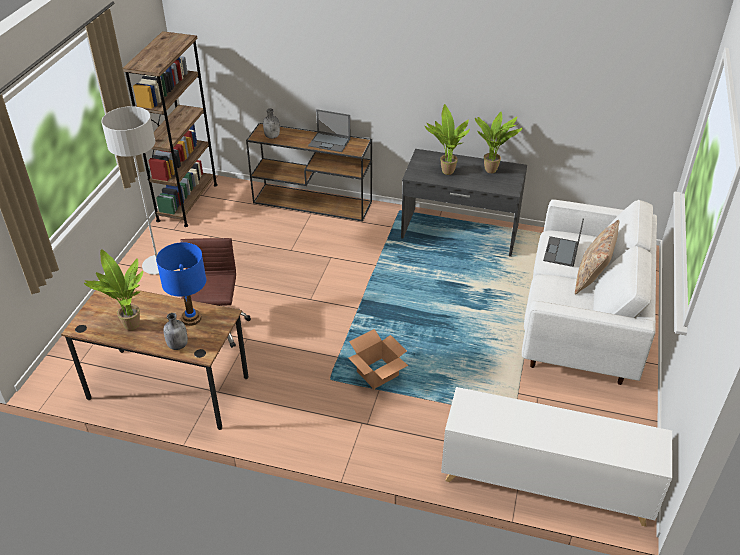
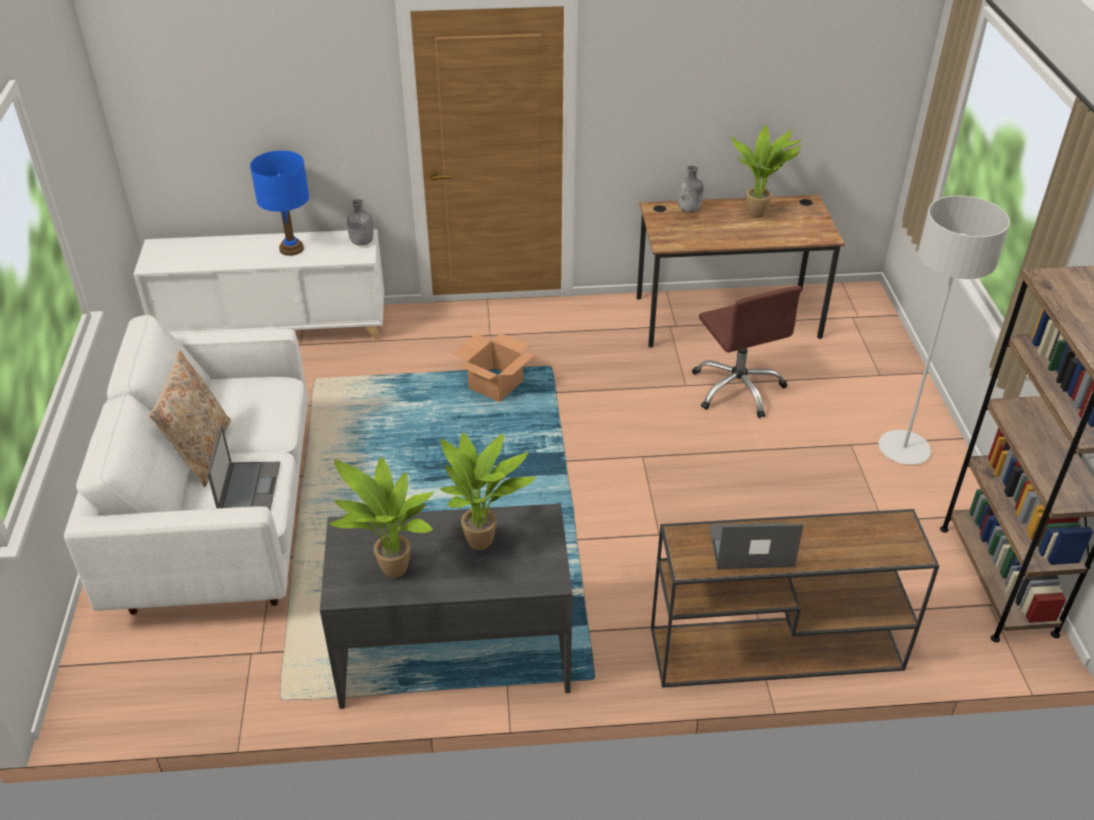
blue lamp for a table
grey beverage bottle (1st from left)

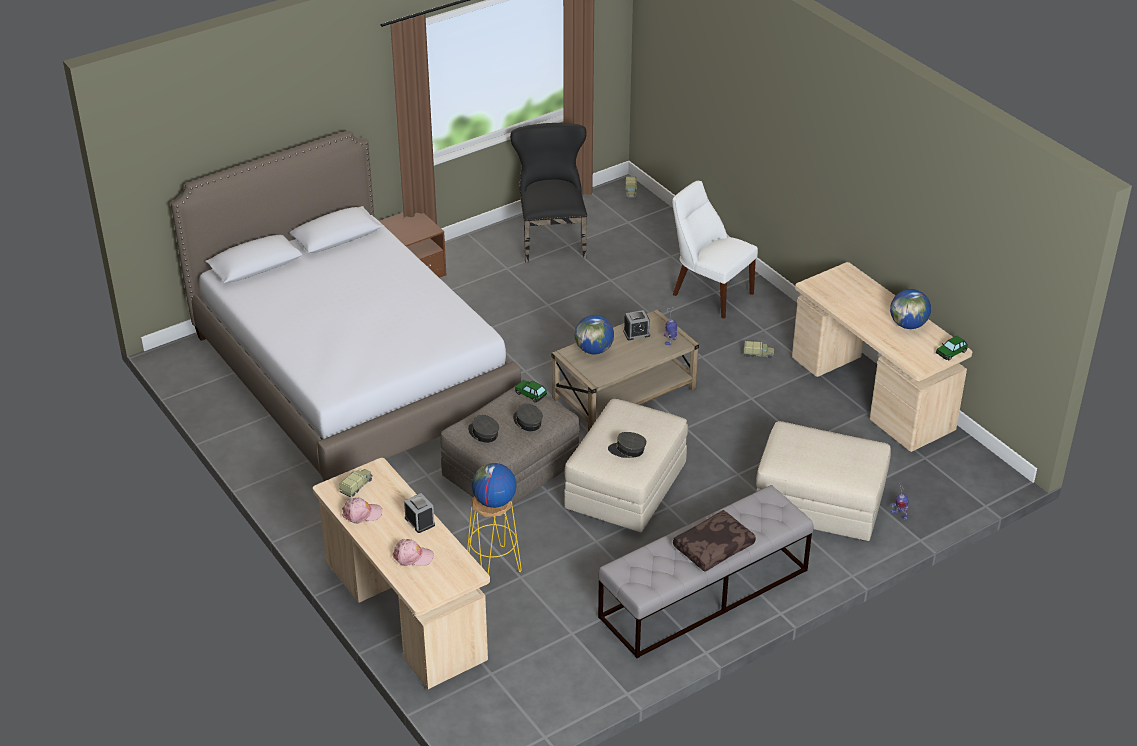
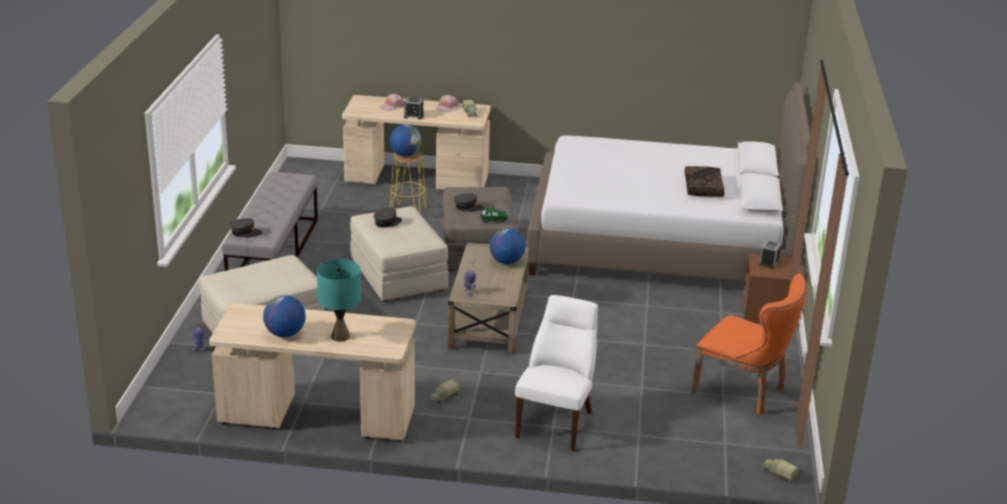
grey cap (1st from left)
orange-coloured chair
table clock (2nd from left)
white-coloured chair
brown cushion
model car (2nd from left in the first image)
blue-green lamp for a table

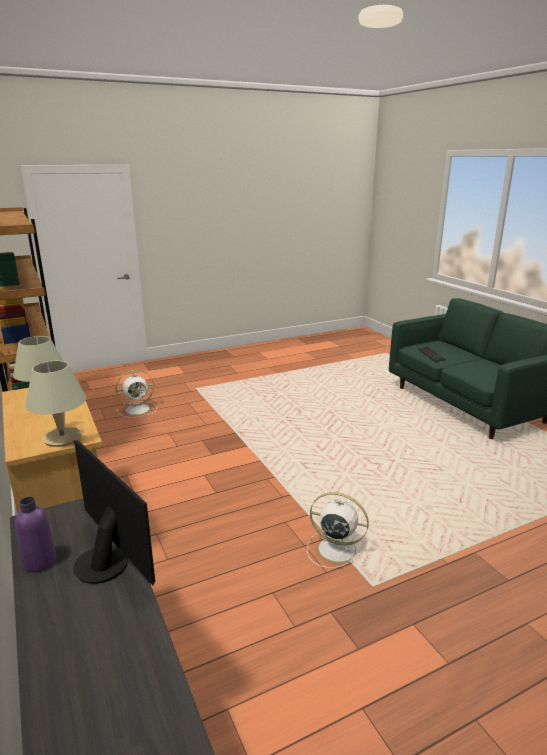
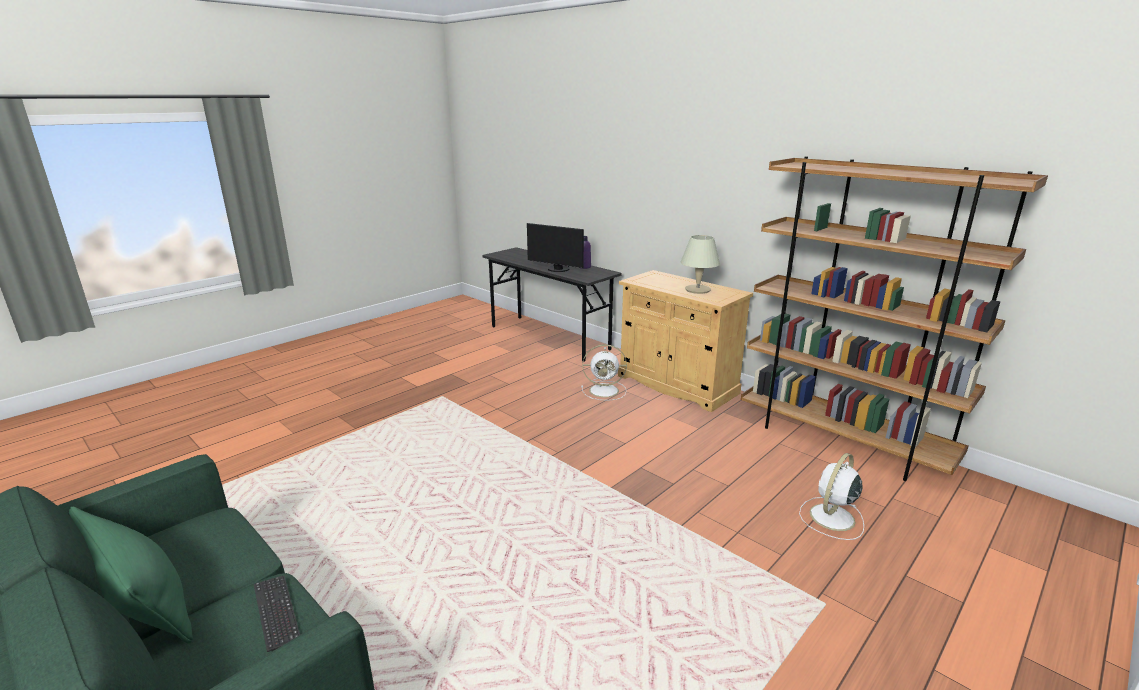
beige lamp for a table (2nd from left in the first image)
white-coloured fan (1st from left)
green cushion

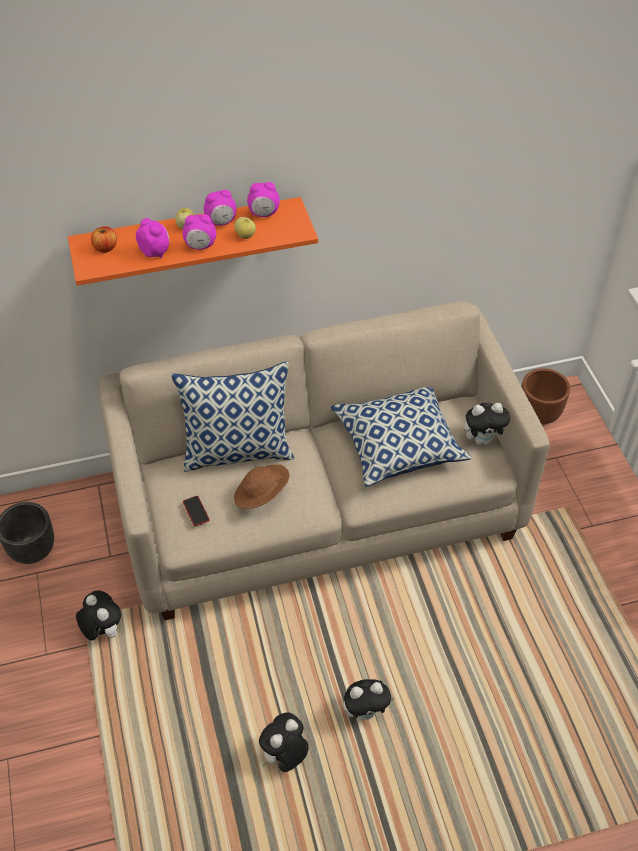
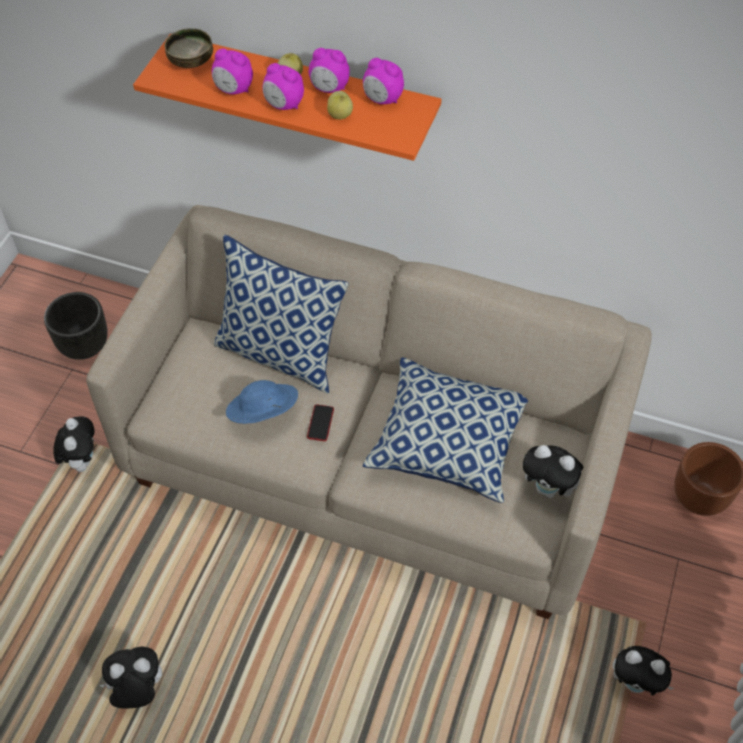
bowl
table clock (1st from left)
handset
blue wearable hat
plush toy (4th from left)

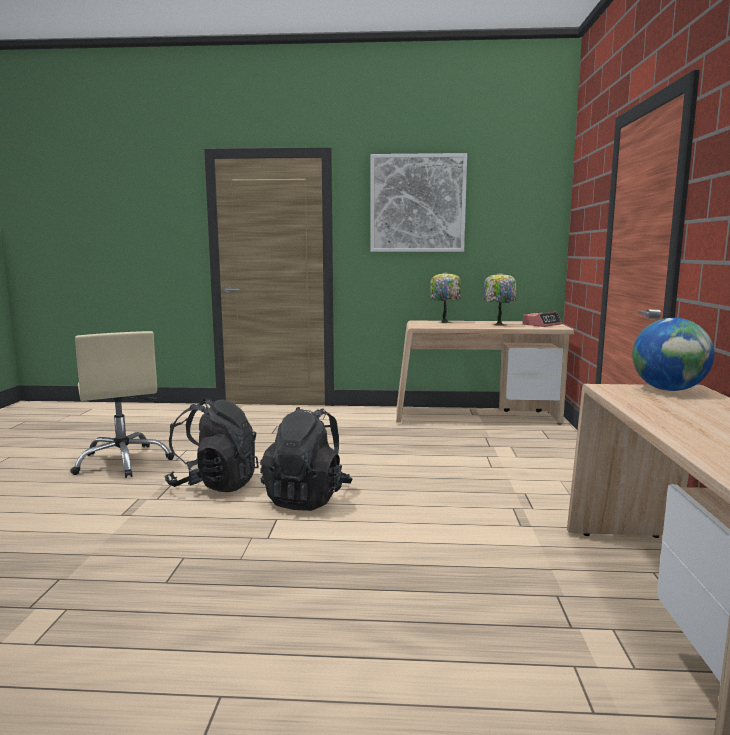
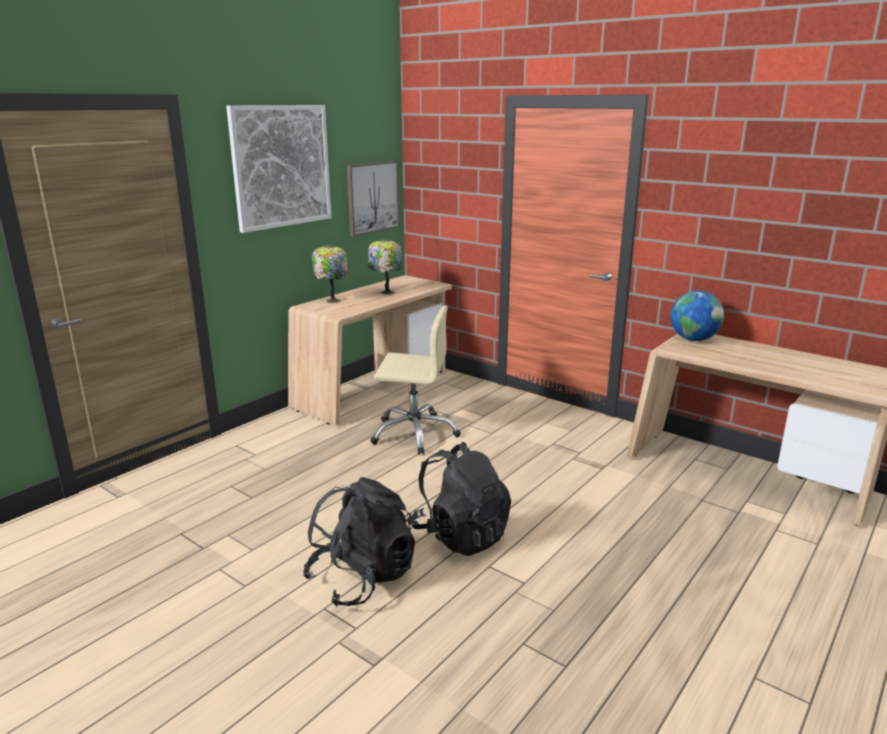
beige desk chair
table clock
wall picture (2nd from left)

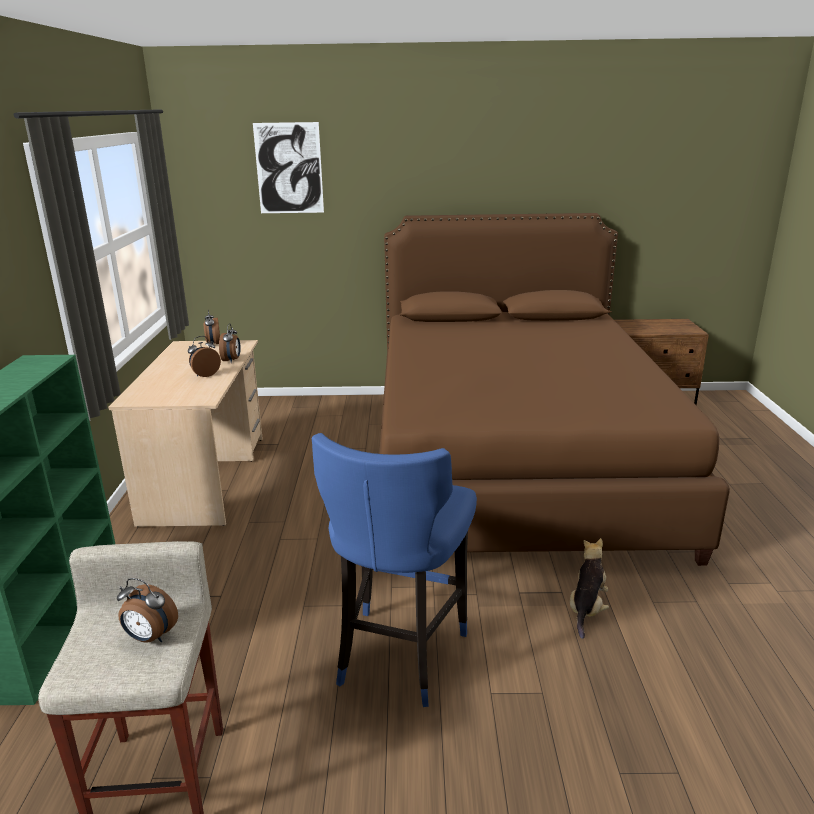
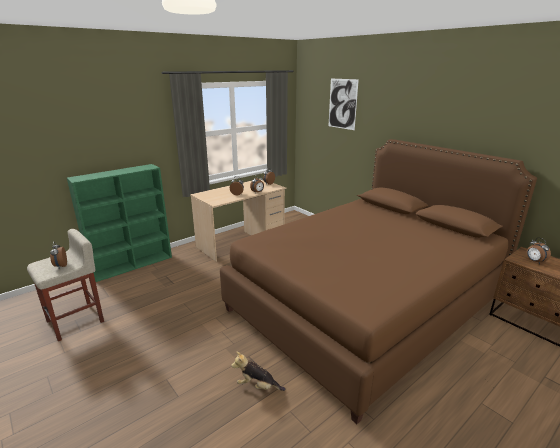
blue stool seat
plush toy
table clock (5th from left)

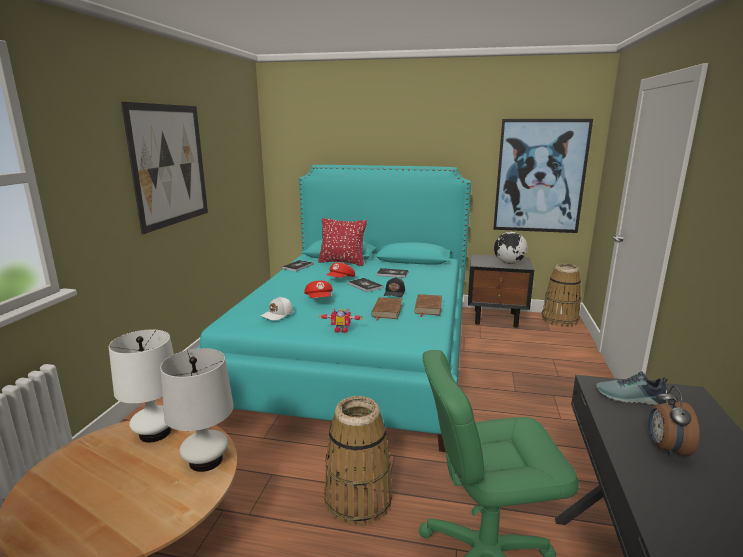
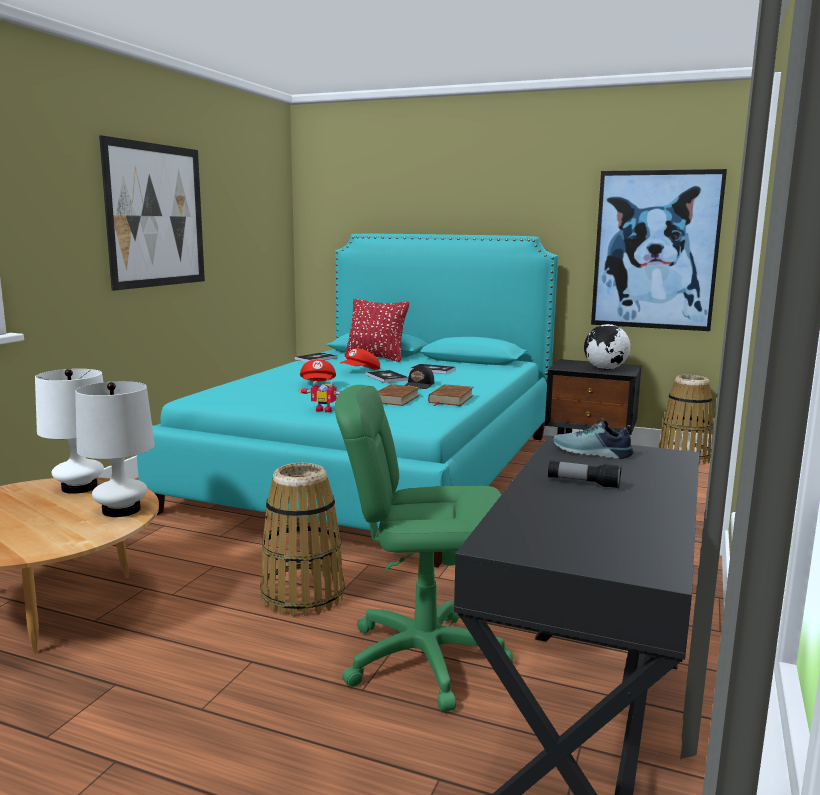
white-coloured cap
flashlight

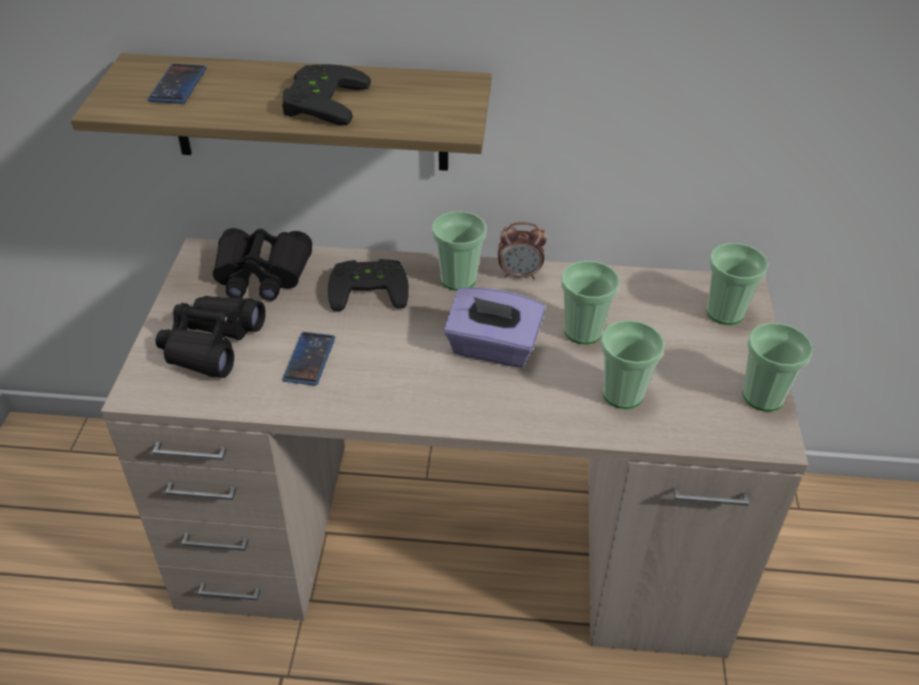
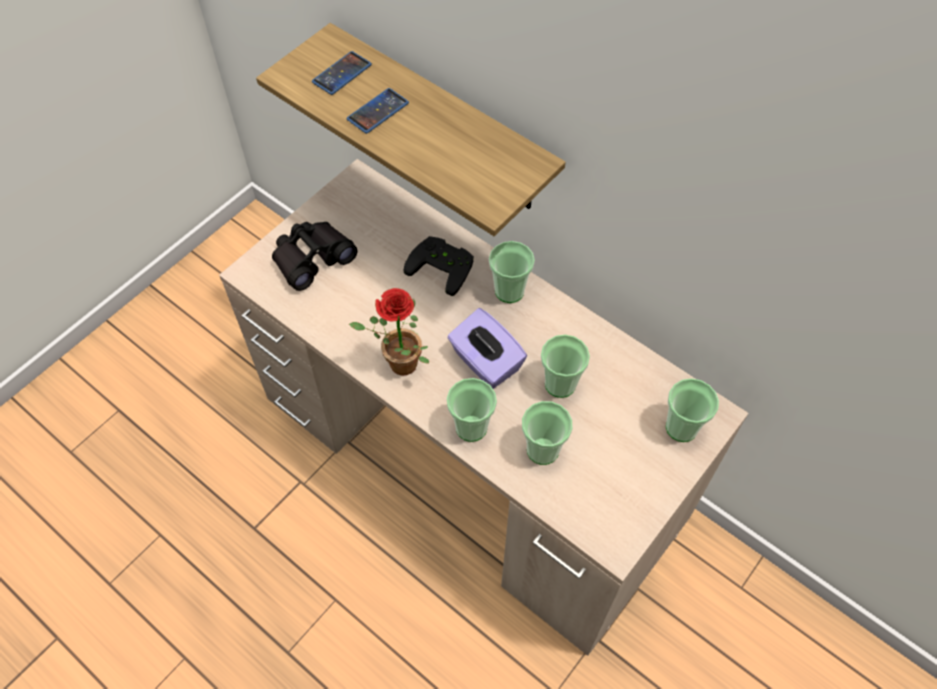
black-coloured binoculars (2nd from left in the first image)
black-coloured gamepad (1st from left in the first image)
handset (2nd from left)
table clock
cup (1st from left)
houseplant

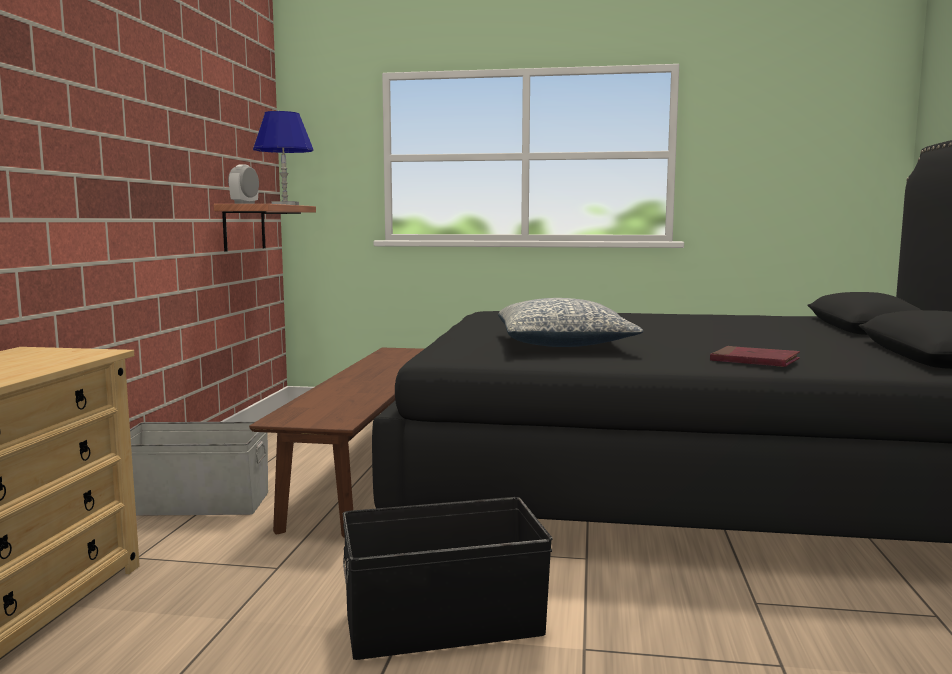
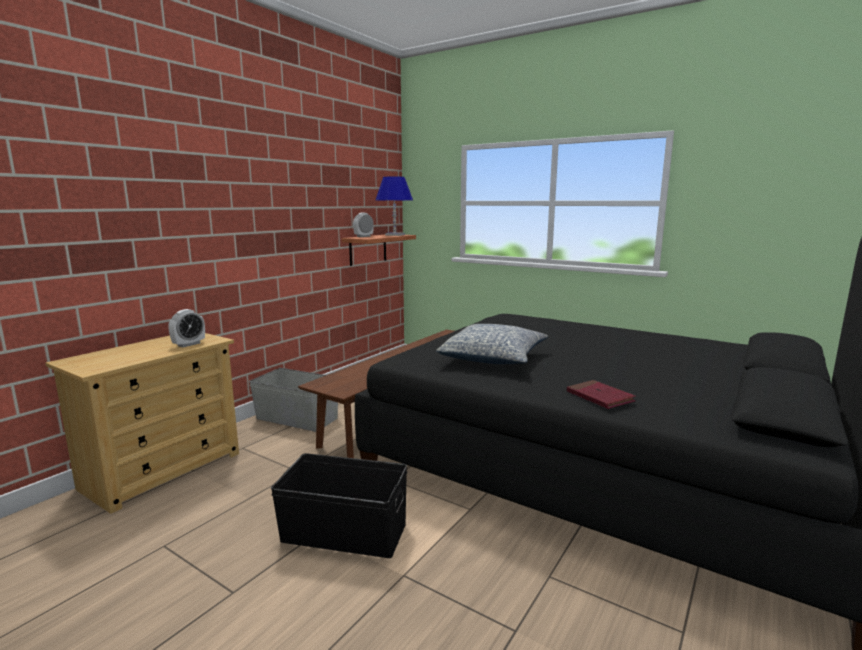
table clock (1st from left)

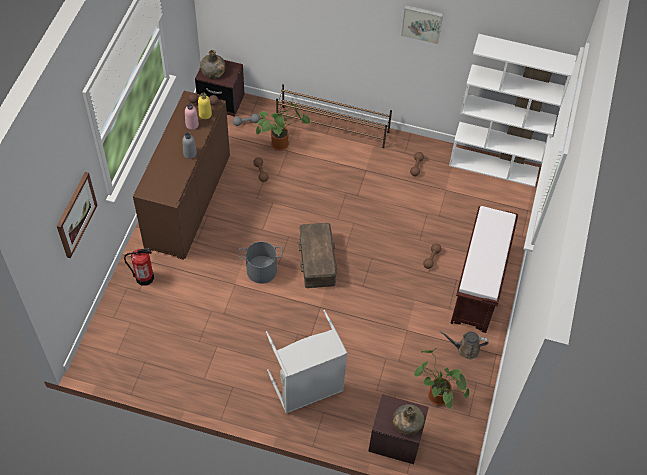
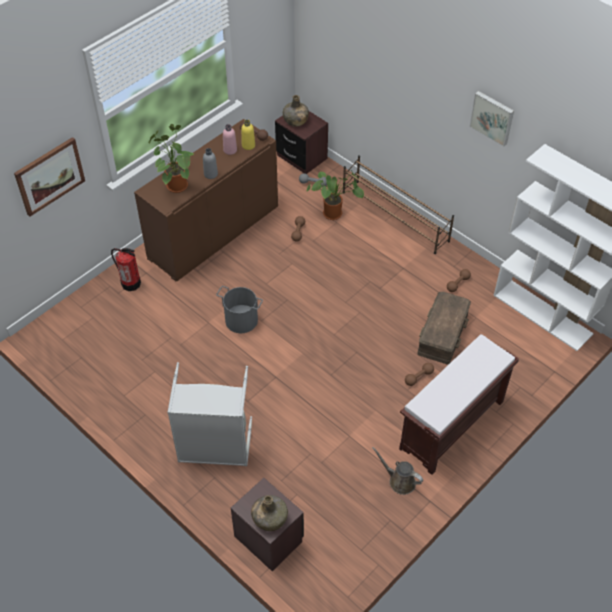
brown storage box
houseplant (1st from left)

